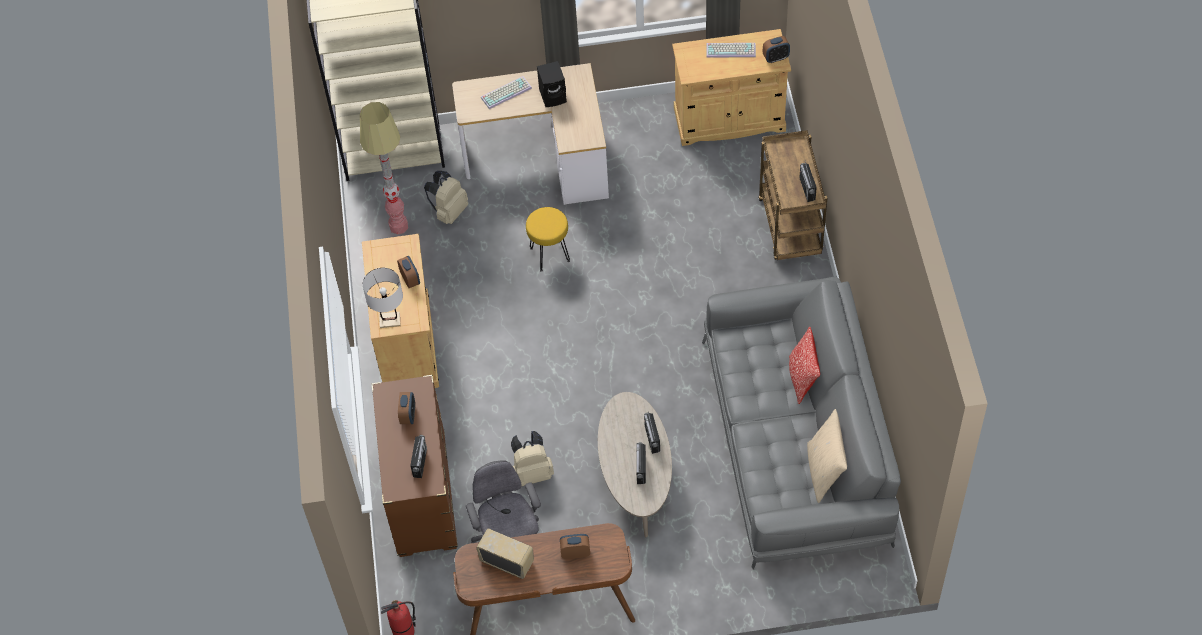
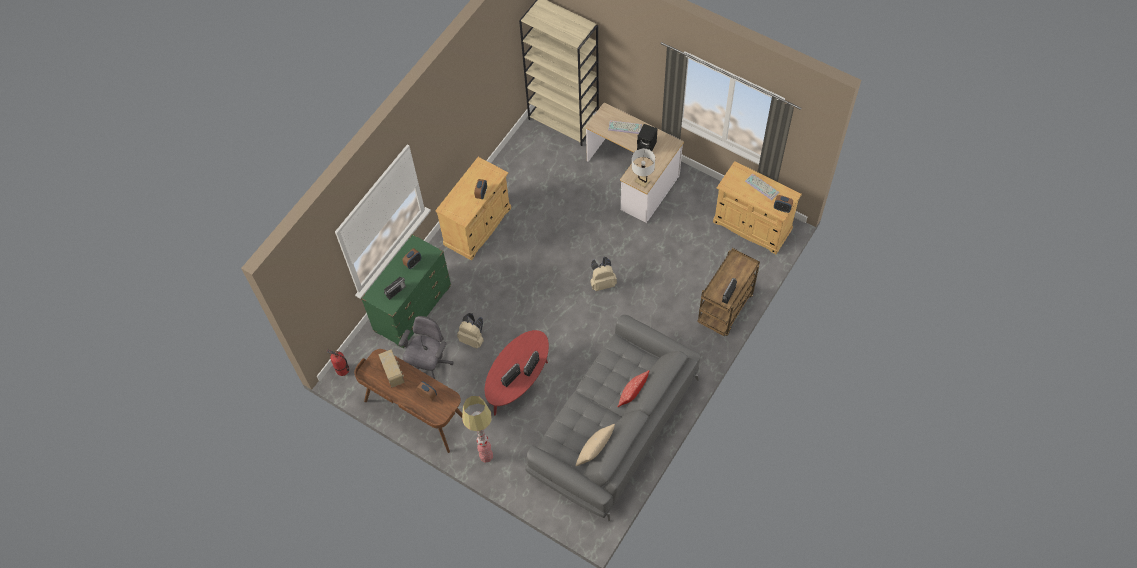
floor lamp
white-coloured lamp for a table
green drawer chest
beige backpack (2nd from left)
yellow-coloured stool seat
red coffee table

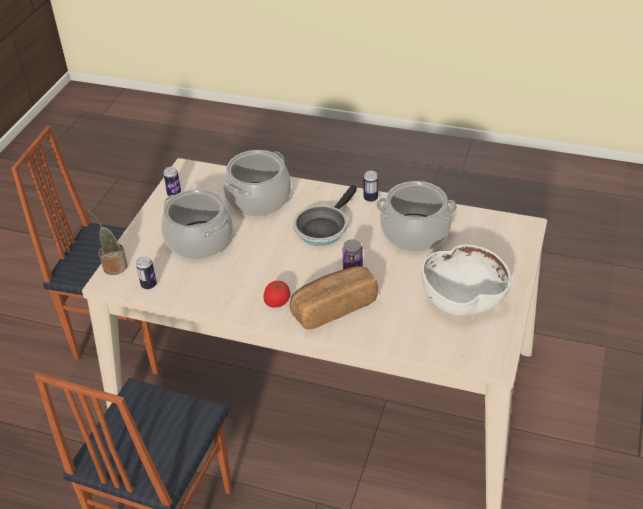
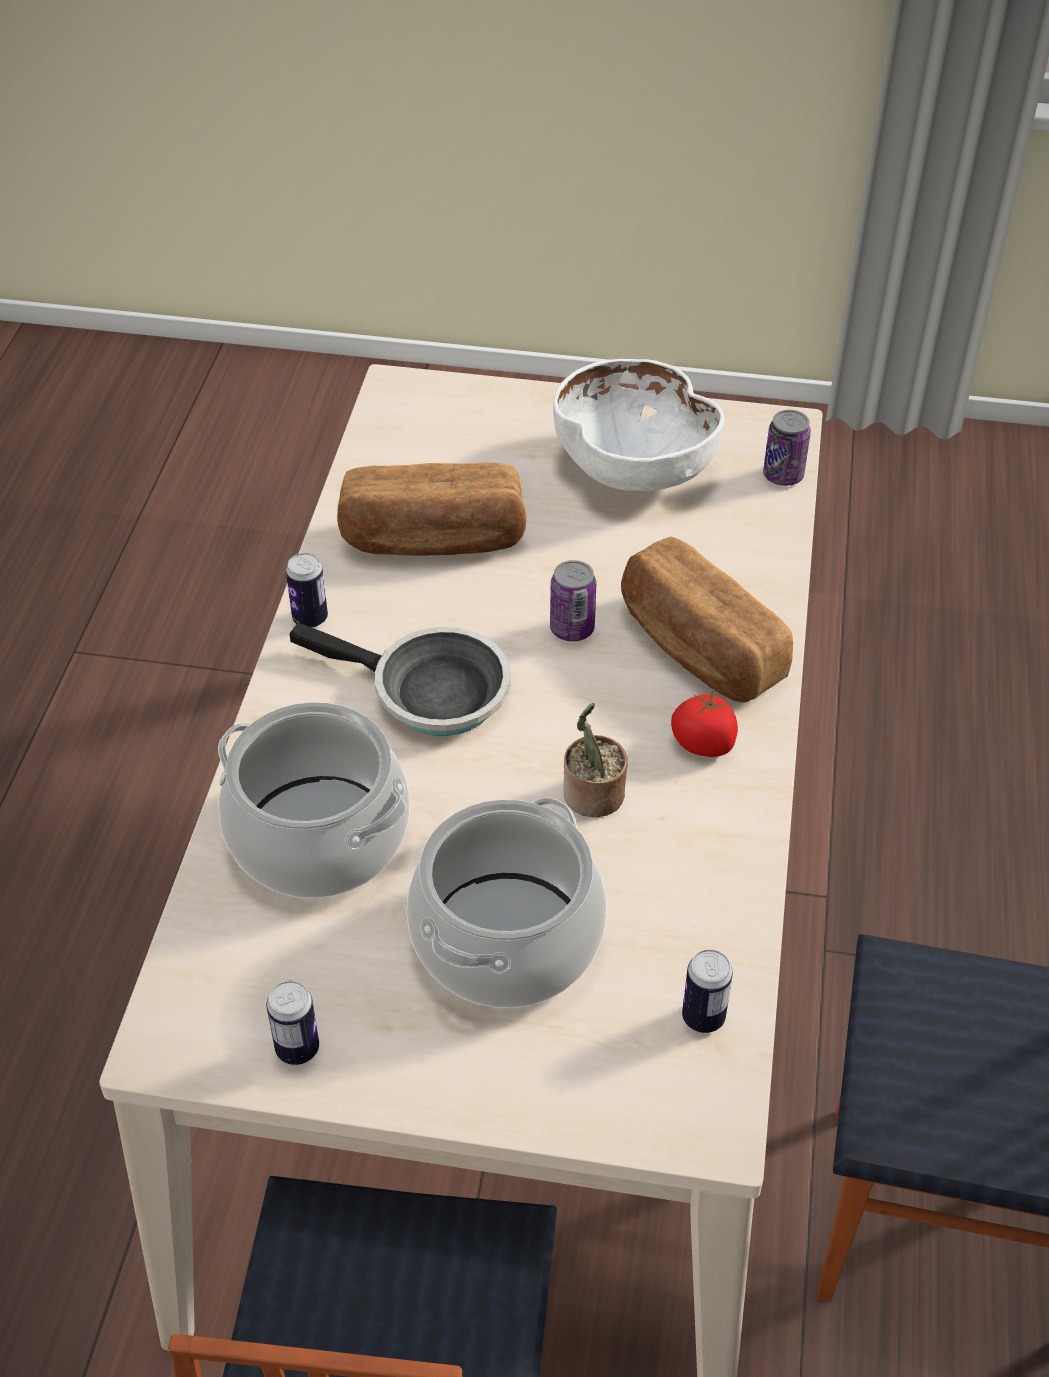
houseplant
baked bread (1st from left)
metal can (5th from left)

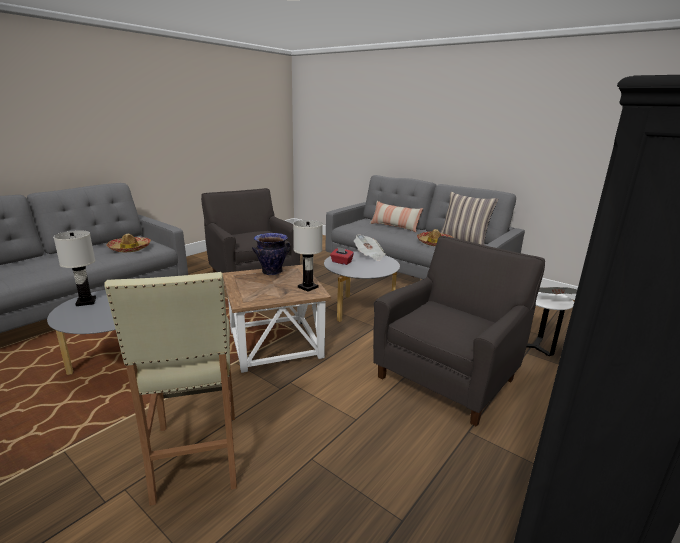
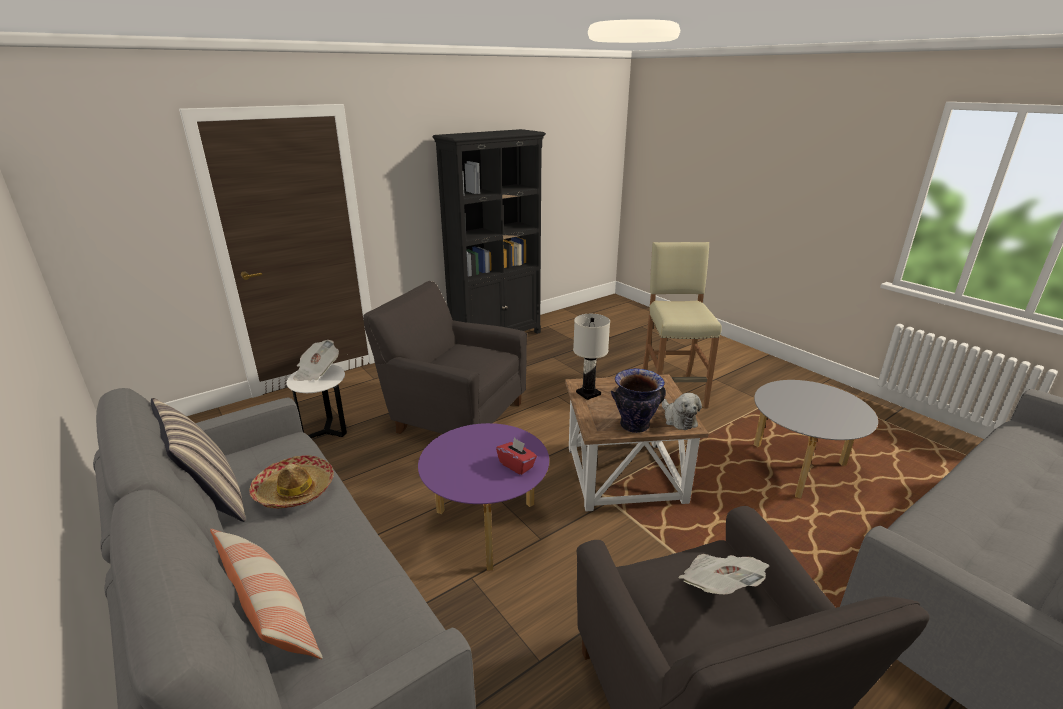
white-coloured lamp for a table (1st from left in the first image)
wearable hat (1st from left in the first image)
purple-coloured coffee table
newspaper (2nd from left)
grey lounge chair (1st from left)
plush toy

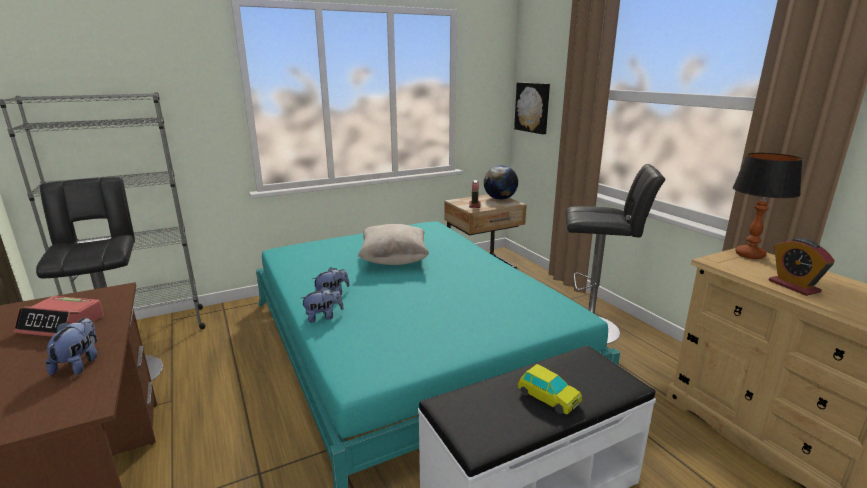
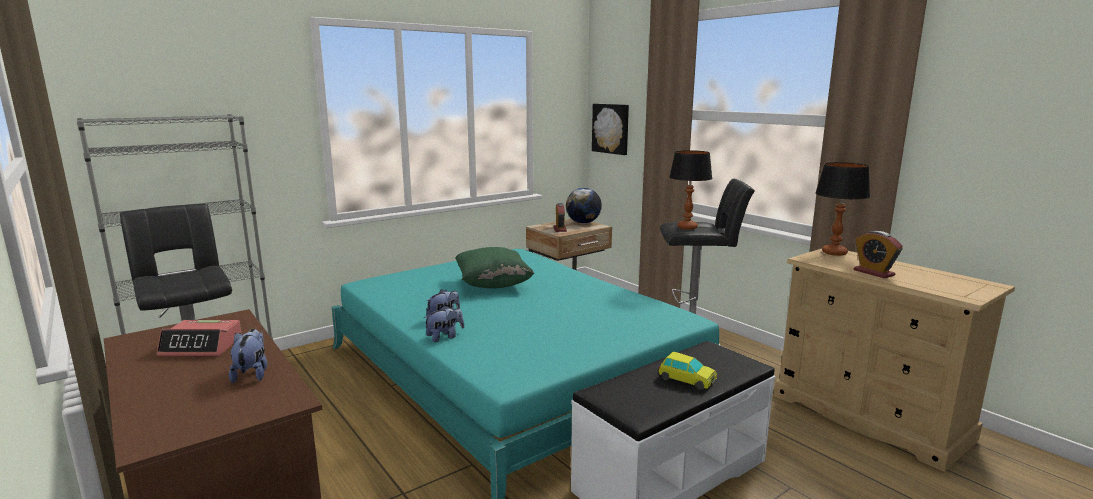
green cushion
lamp for a table (1st from left)

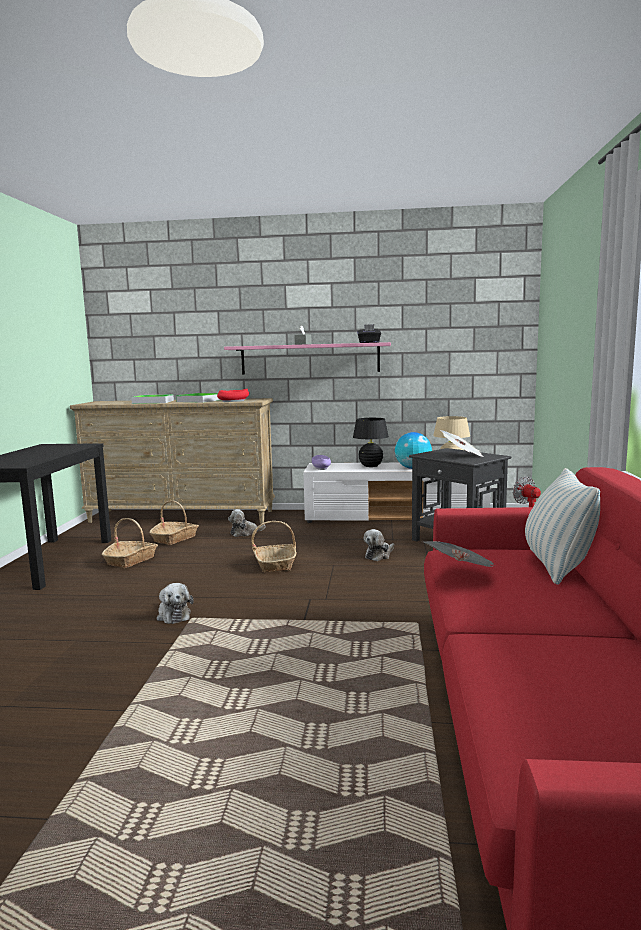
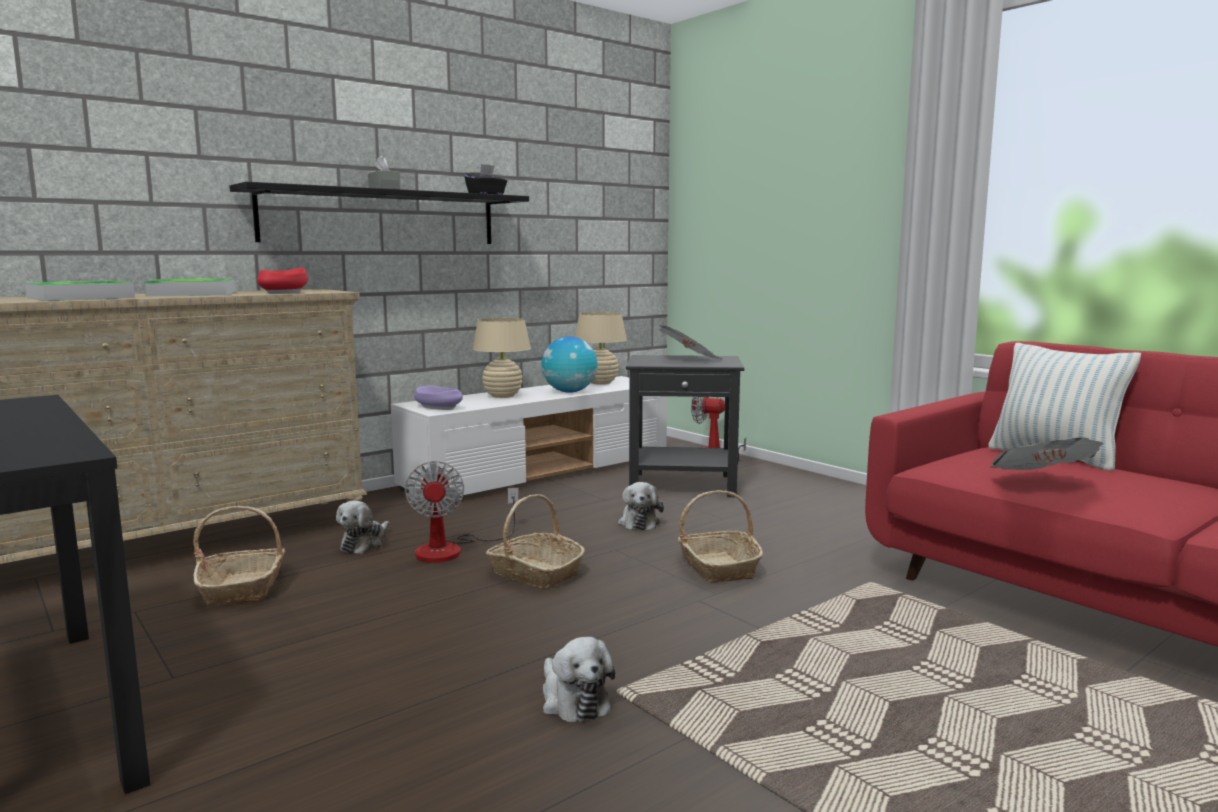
basket (3rd from left)
plush toy (2nd from left)
black-coloured wall shelf
beige lamp for a table (1st from left)
fan (1st from left)

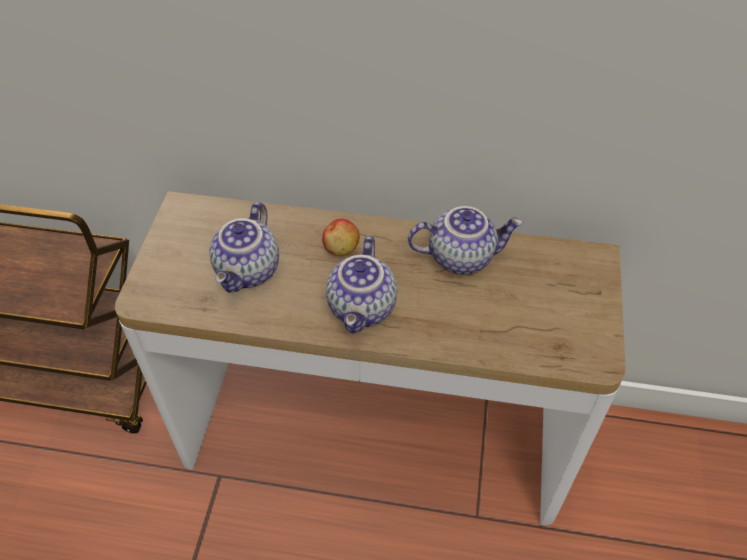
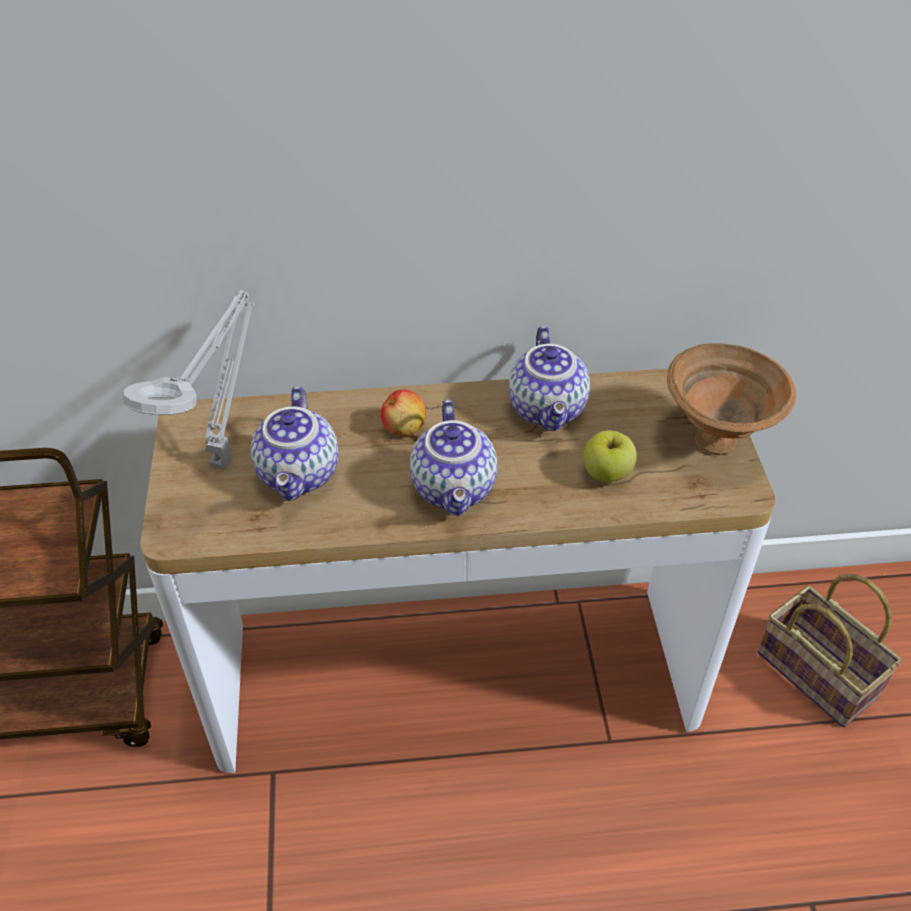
pot for tea (3rd from left)
grey lamp for a table
apple (2nd from left)
brown bowl
basket

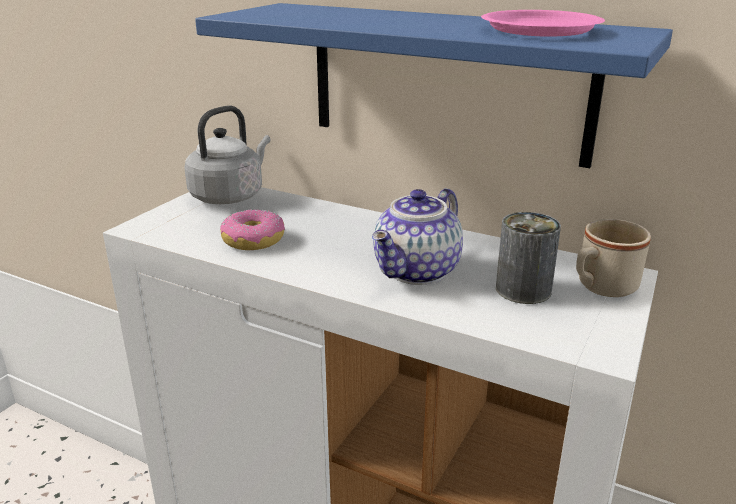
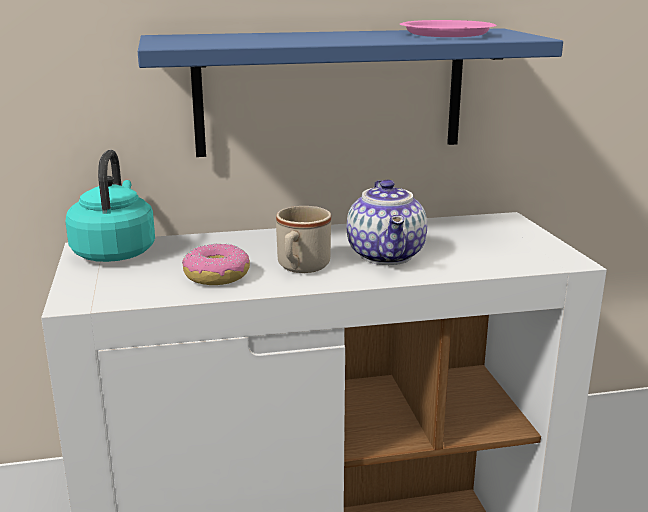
blue-green tea kettle
metal can
beige coffee mug

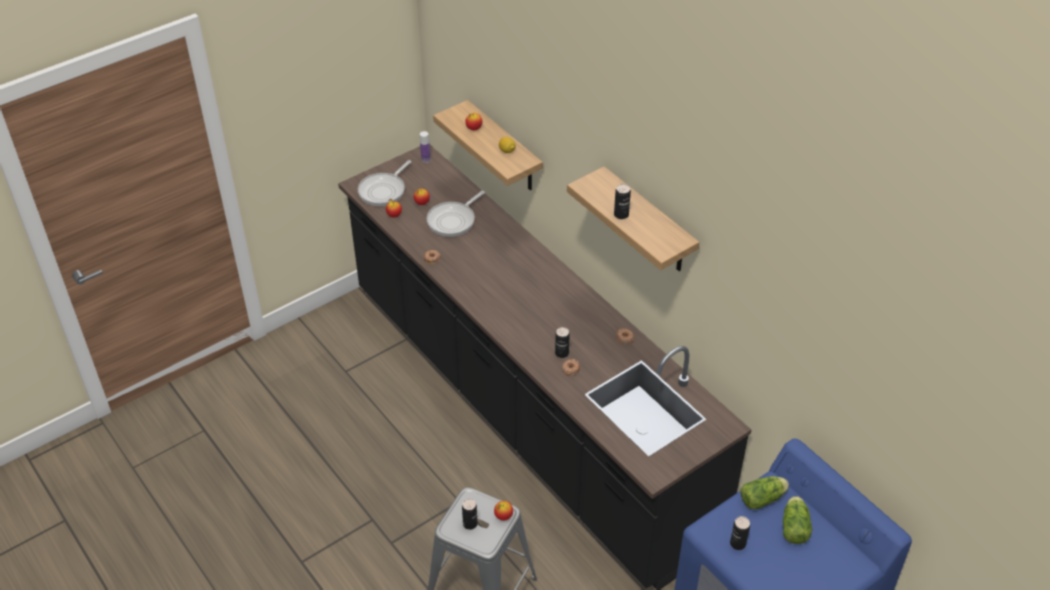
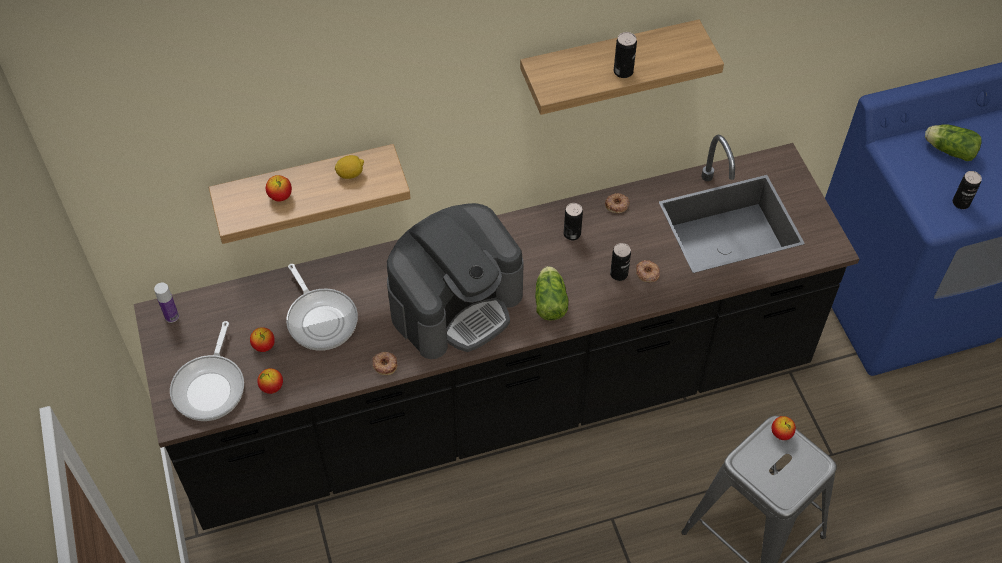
frying pan (1st from left)
metal can (1st from left)
lettuce head (1st from left)
coffee machine

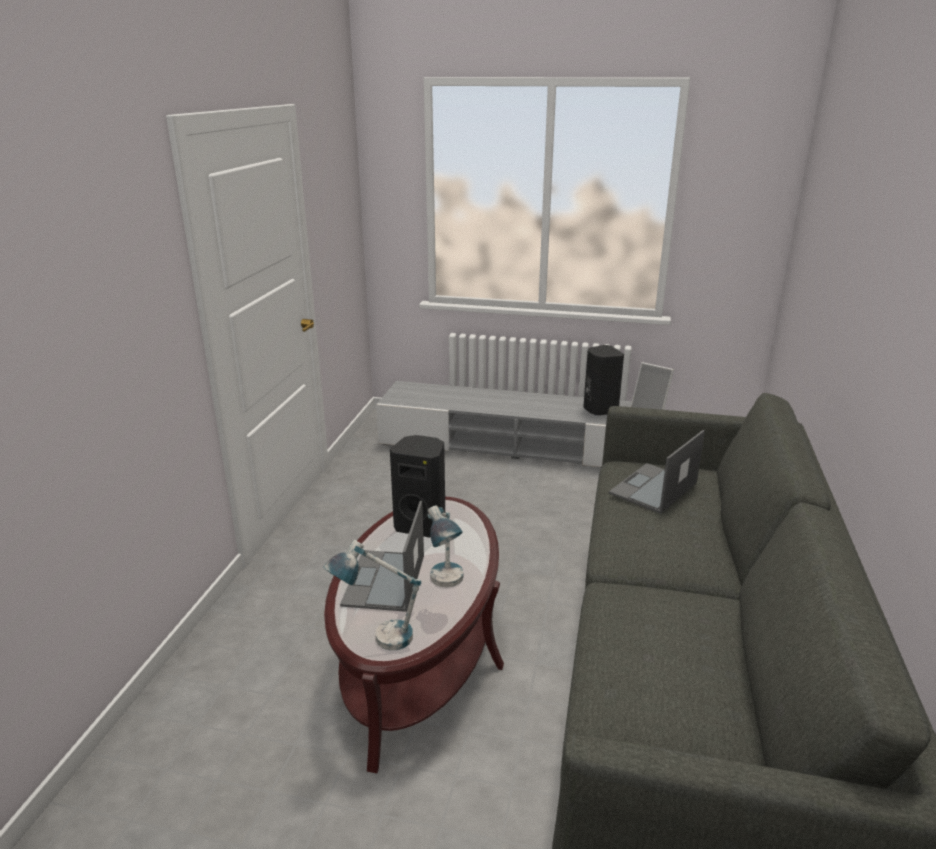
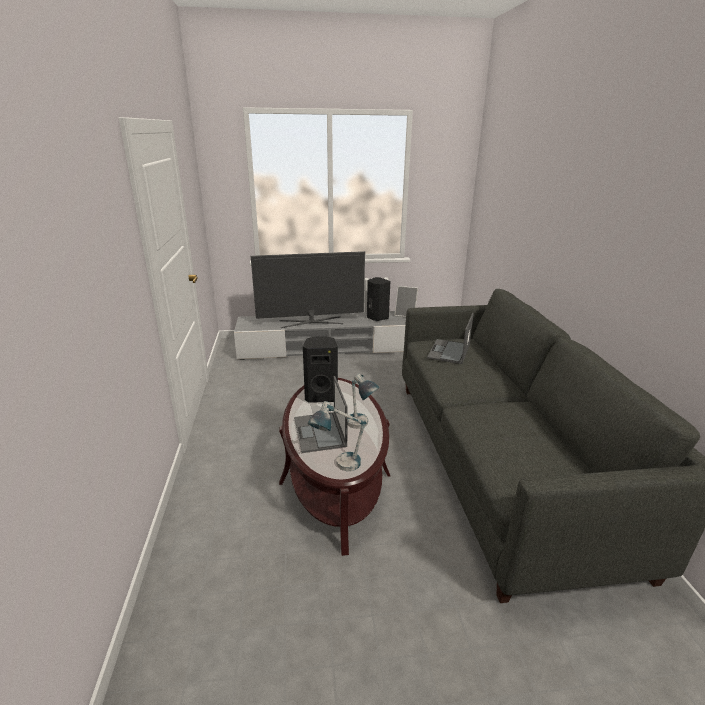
TV set

